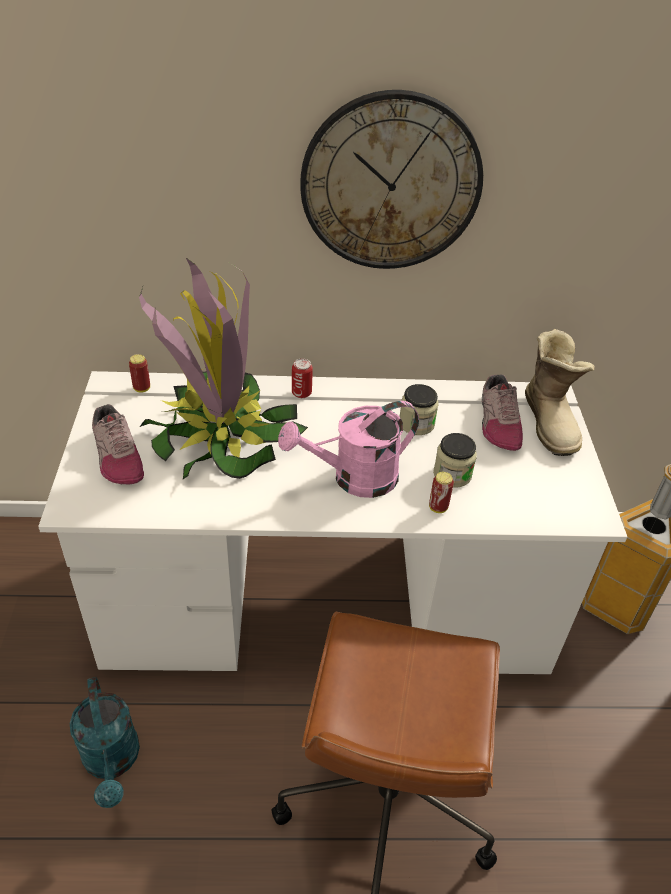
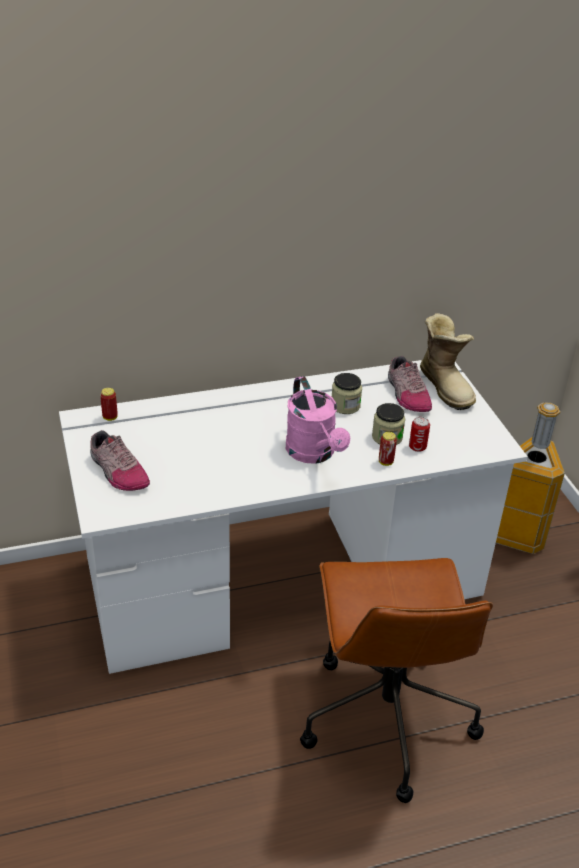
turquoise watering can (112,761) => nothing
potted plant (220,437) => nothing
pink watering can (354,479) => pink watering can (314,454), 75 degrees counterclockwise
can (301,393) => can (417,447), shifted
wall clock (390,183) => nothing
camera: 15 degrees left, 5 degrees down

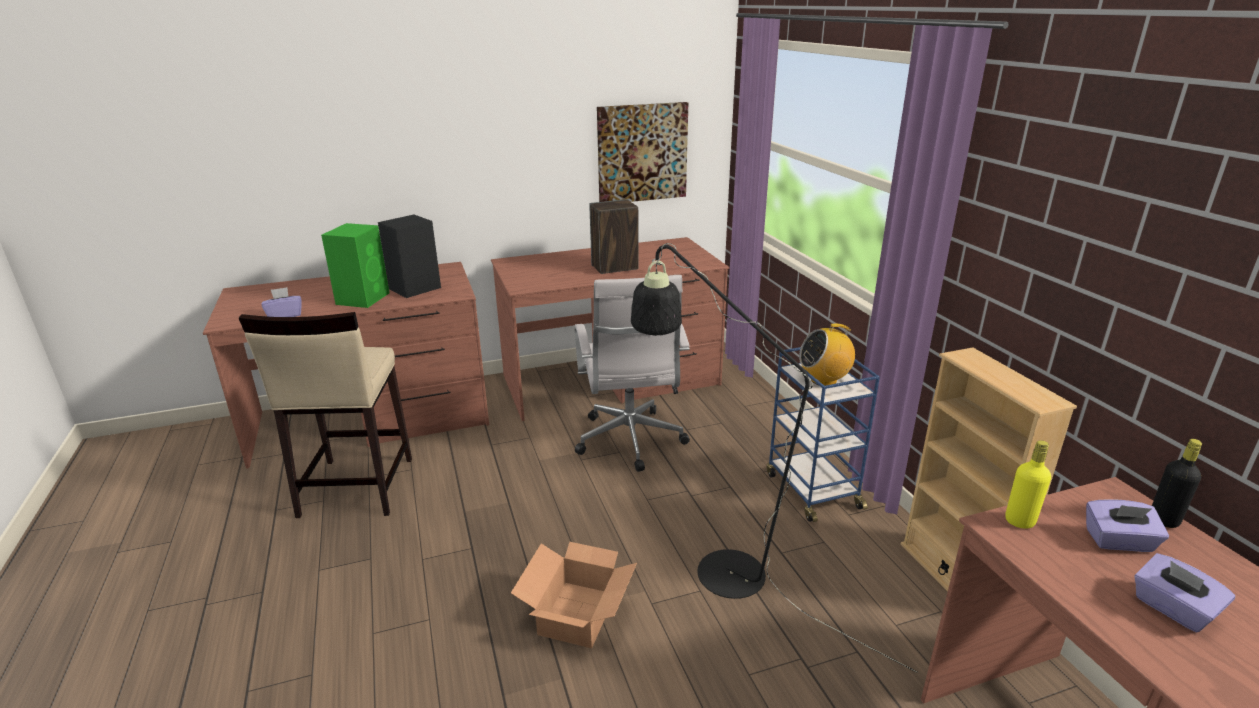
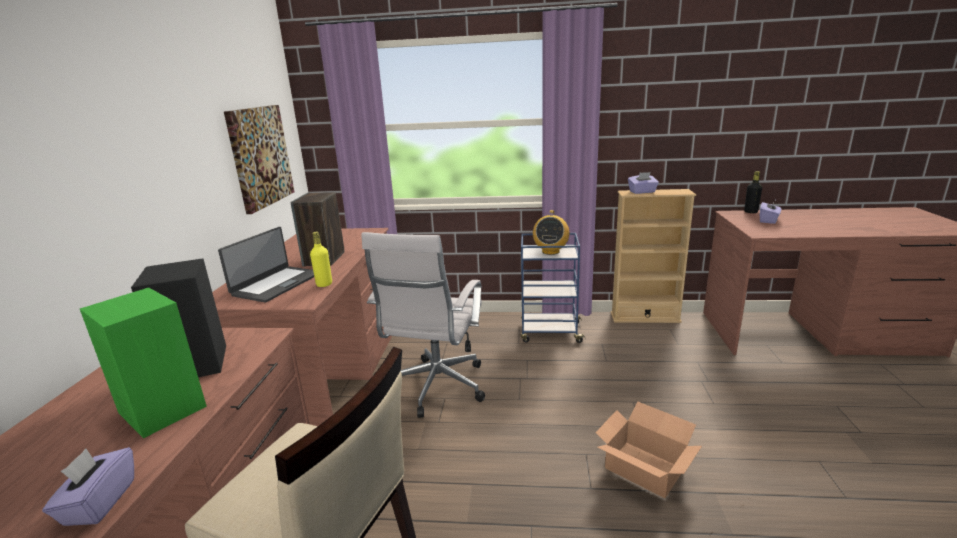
white office chair (630,442) => white office chair (436,389), 90 degrees clockwise
black floor lamp (715,565) => nothing
yellow bottle (1019,521) => yellow bottle (324,284), shifted
purple tissue box (1172,609) => purple tissue box (642,192), shifted
nothing => laptop (276,284)
camera: 65 degrees left, 5 degrees down

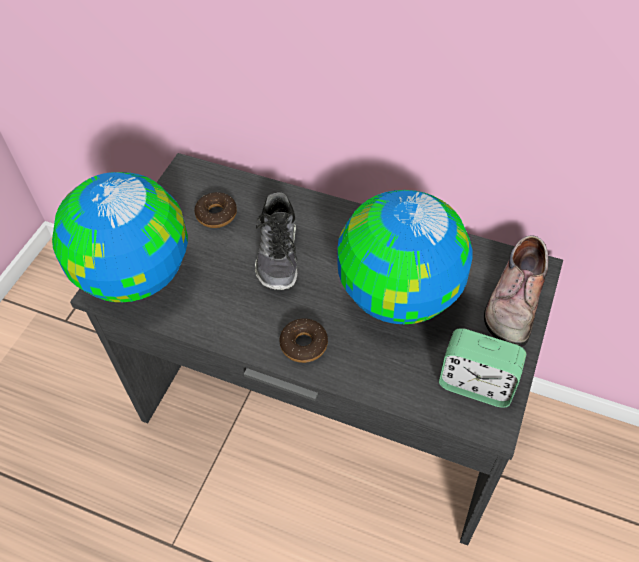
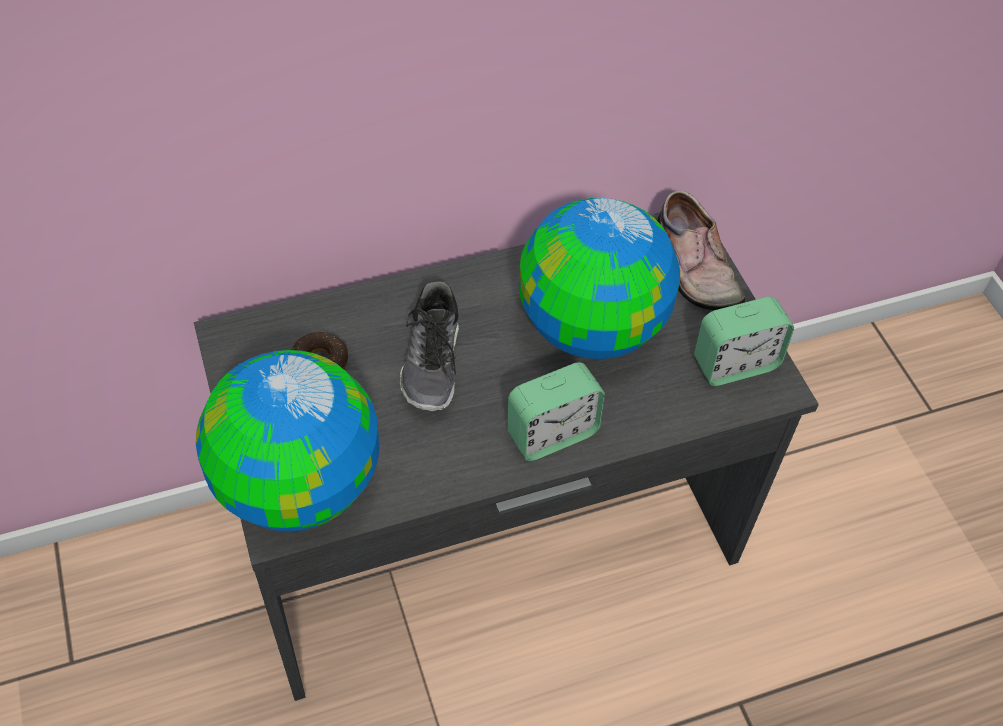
shoe (279,254) => shoe (433,361), 45 degrees clockwise
donut (304,344) => alarm clock (552,433)
camera: 45 degrees left, 0 degrees up

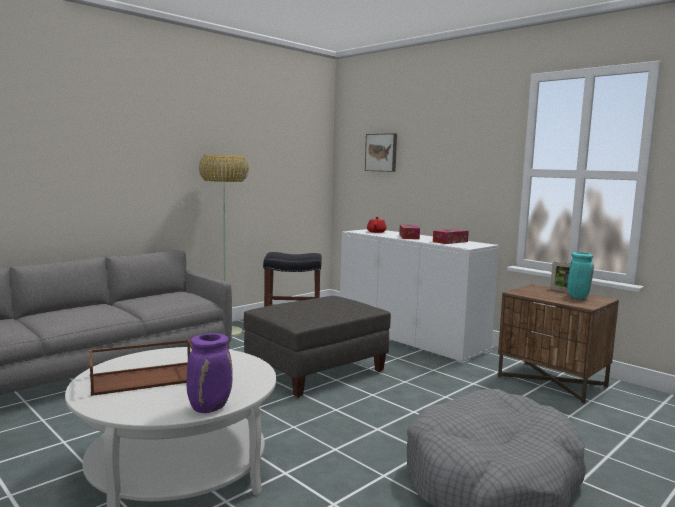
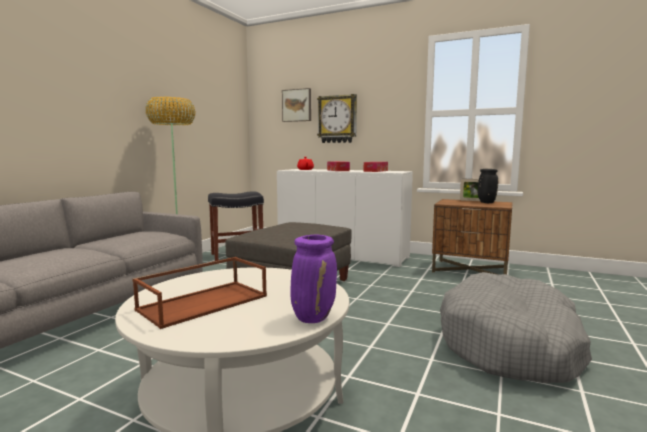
turquoise vase (577,297) => black vase (486,202)
nothing => wall clock (337,119)
camera: 20 degrees left, 0 degrees up

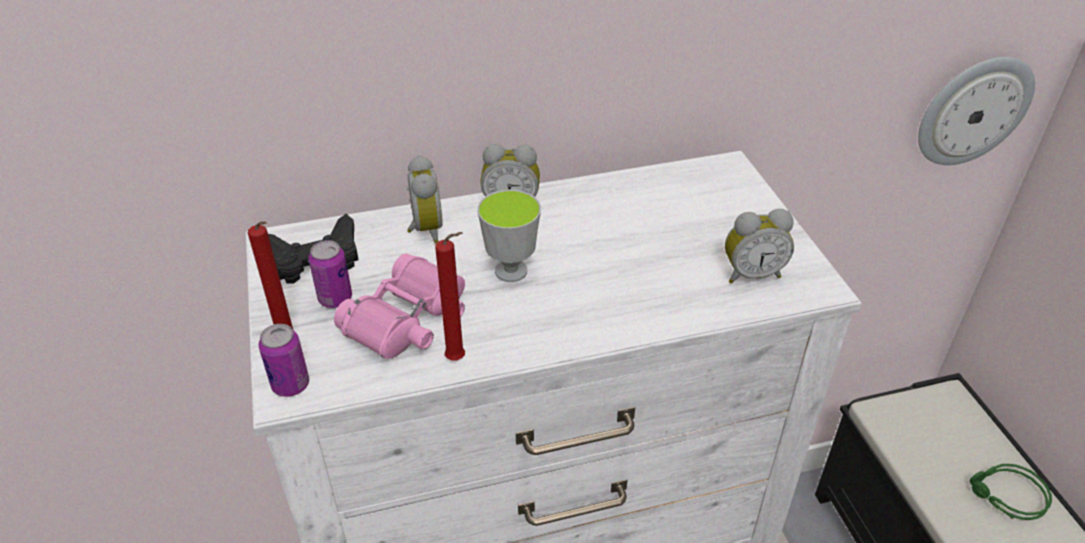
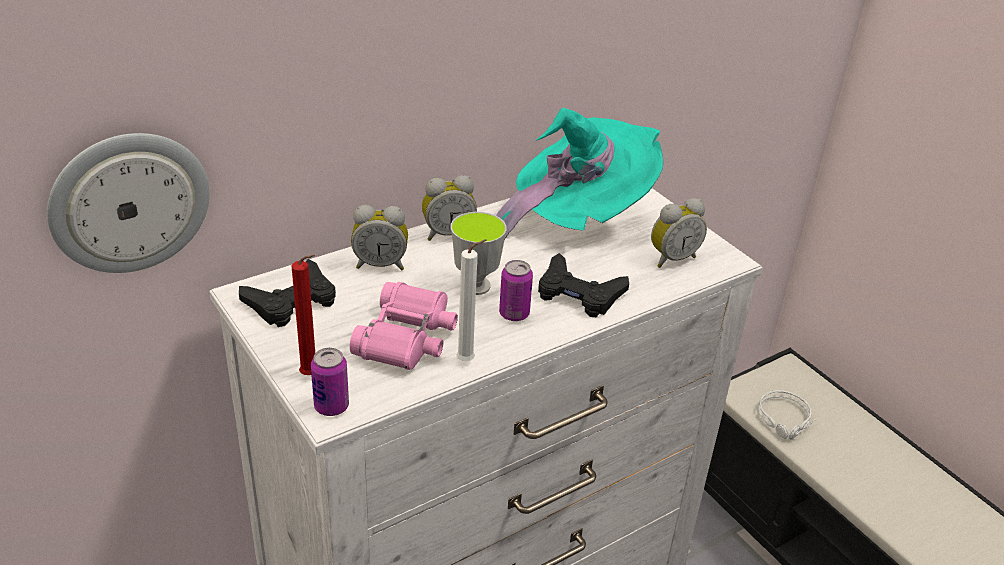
can (335,298) => can (514,314), shifted
alarm clock (424,230) => alarm clock (380,264), 120 degrees clockwise
red candle (458,359) => white candle (468,361)
wall clock (973,110) => wall clock (129,202), shifted
green headphones (1007,496) => nothing
nothing => turquoise hat (576,216)
nothing => black game controller (579,293)
nothing => grey headphones (785,420)
camera: 20 degrees left, 5 degrees down

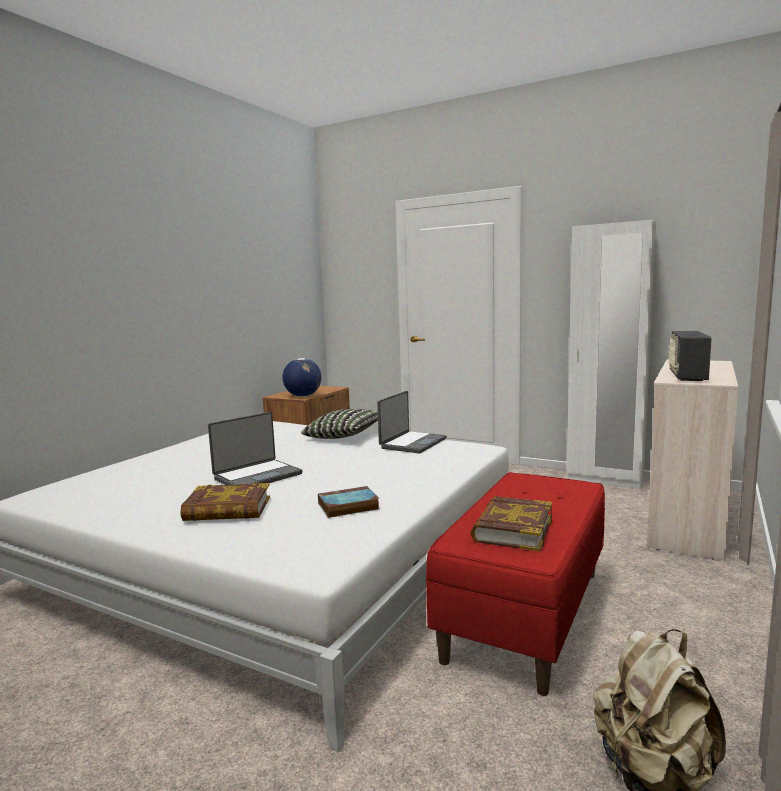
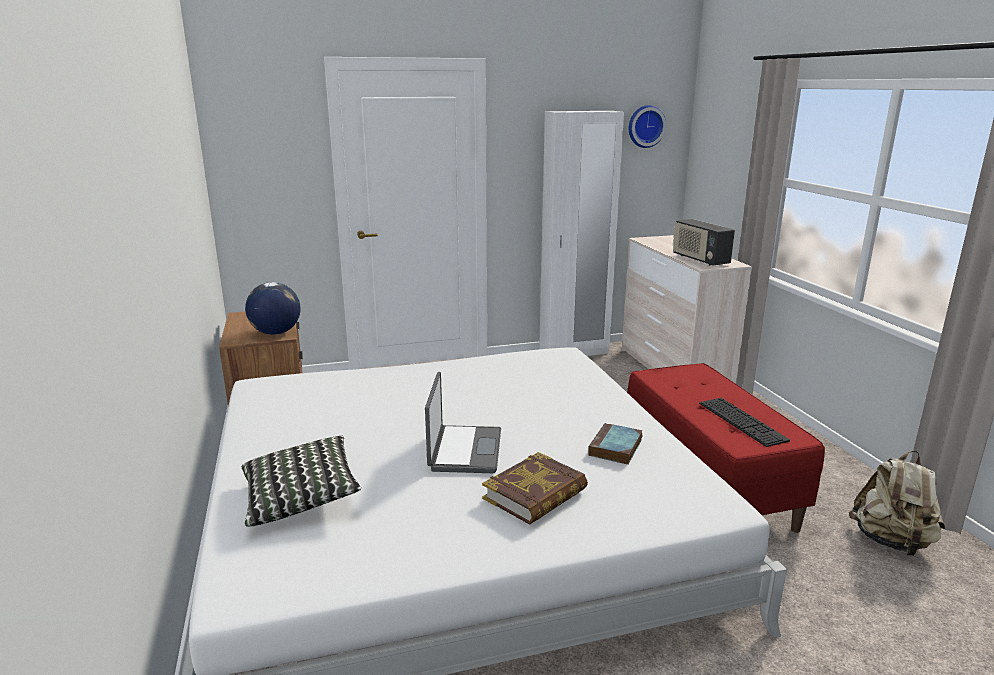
pillow (344,437) => pillow (301,498), shifted
laptop (412,443) => nothing
book (512,529) => keyboard (742,421)
nothing => wall clock (645,126)
camera: 45 degrees left, 10 degrees up

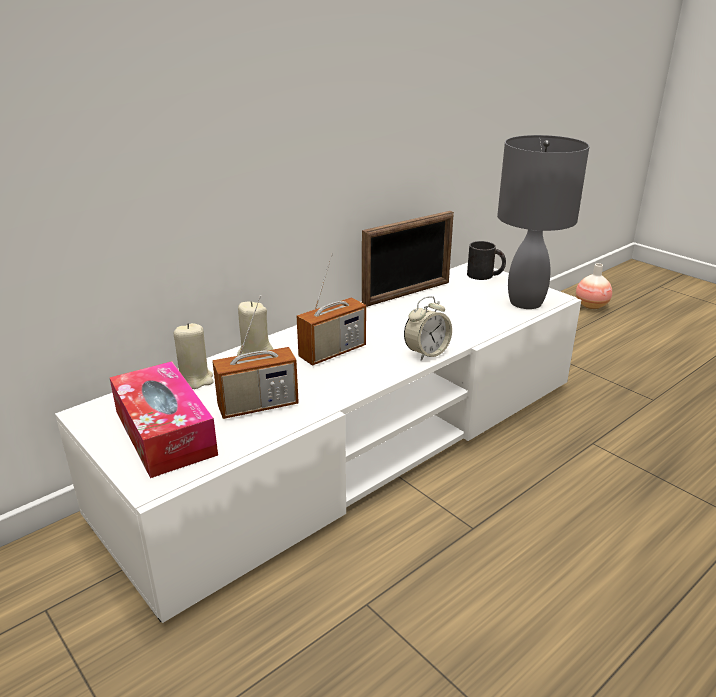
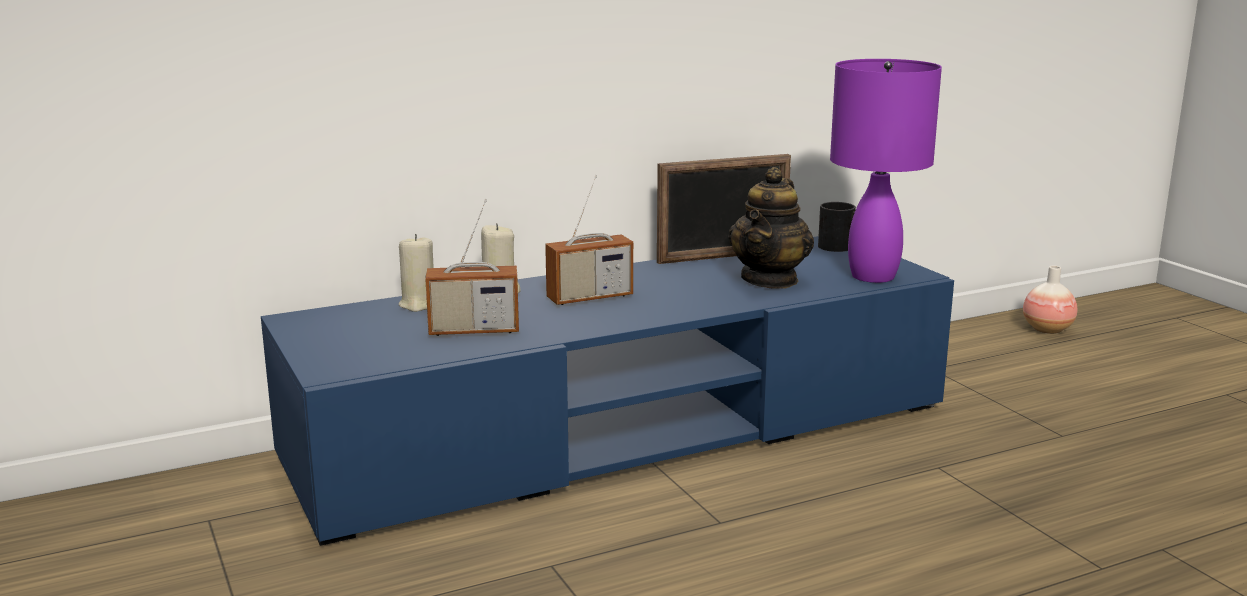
white tv stand (358,444) => blue tv stand (623,432)
tissue box (165,432) => nothing
alarm clock (426,353) => nothing
grey table lamp (526,303) => purple table lamp (873,276)
nothing => teapot (770,280)
camera: 15 degrees right, 10 degrees down

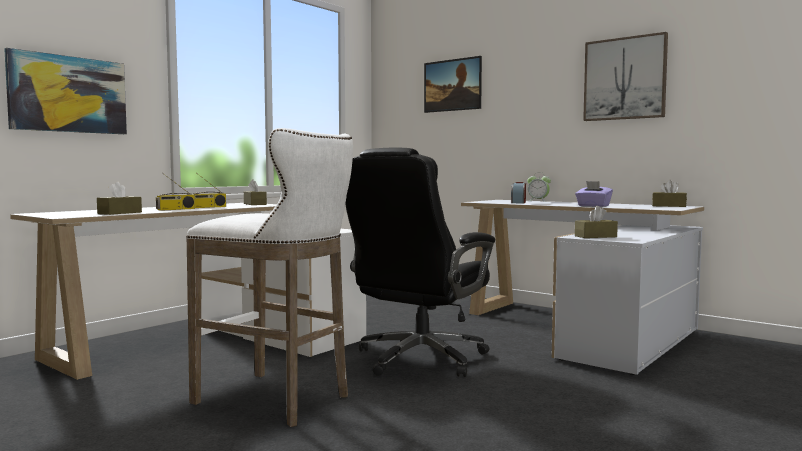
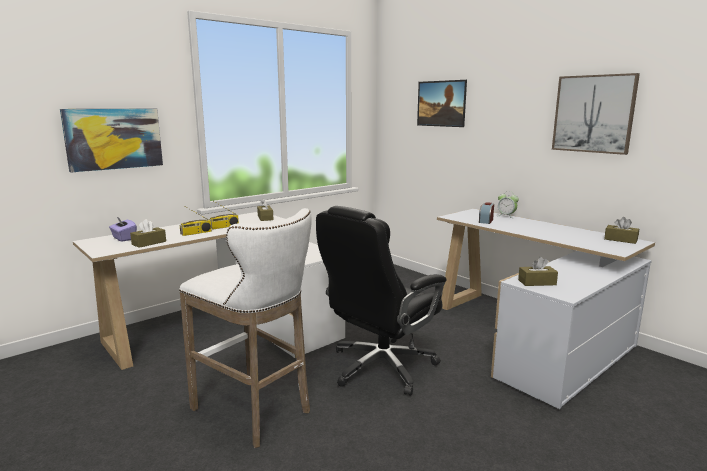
purple tissue box (593,206) => purple tissue box (124,238), shifted
camera: 10 degrees right, 10 degrees up

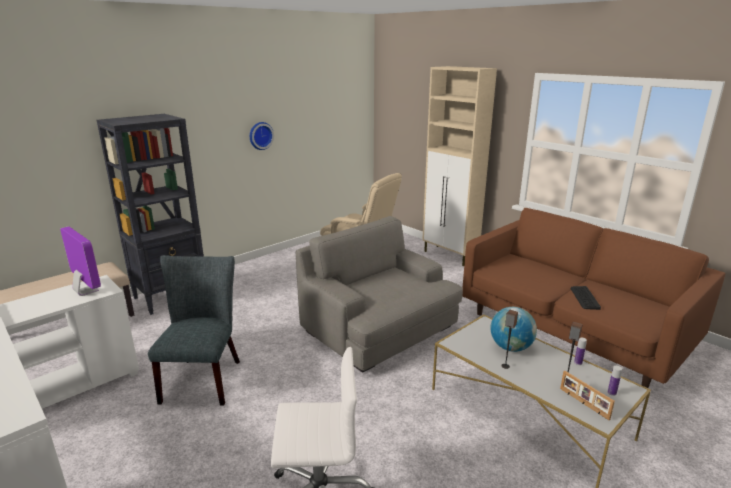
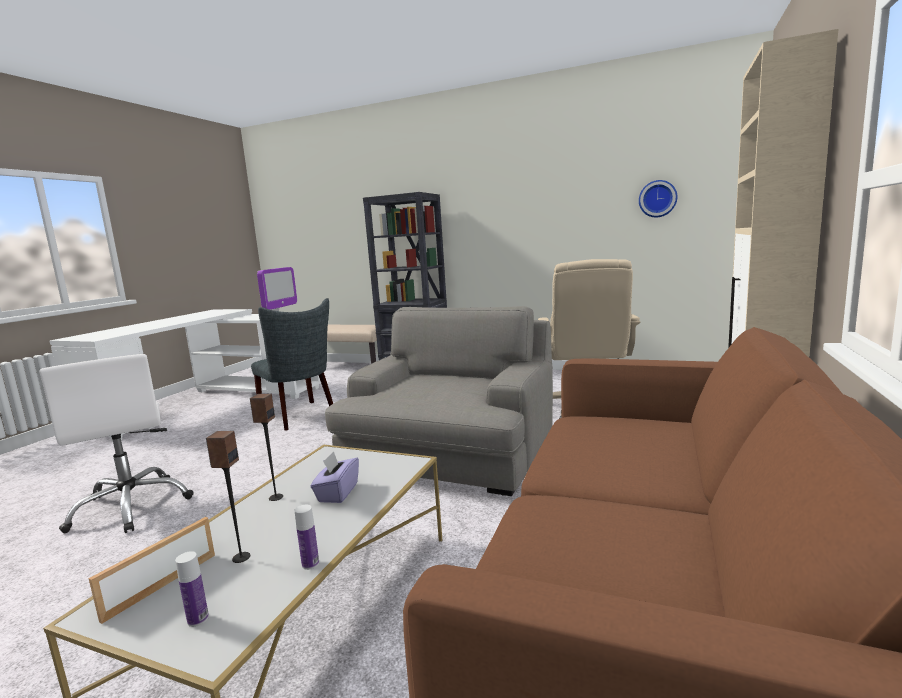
grey chair (204,377) => grey chair (301,416), 75 degrees clockwise
wall clock (260,135) => wall clock (657,199), shifted
globe (511,347) => purple tissue box (337,493)
keyboard (584,298) => nothing
camera: 65 degrees right, 10 degrees down

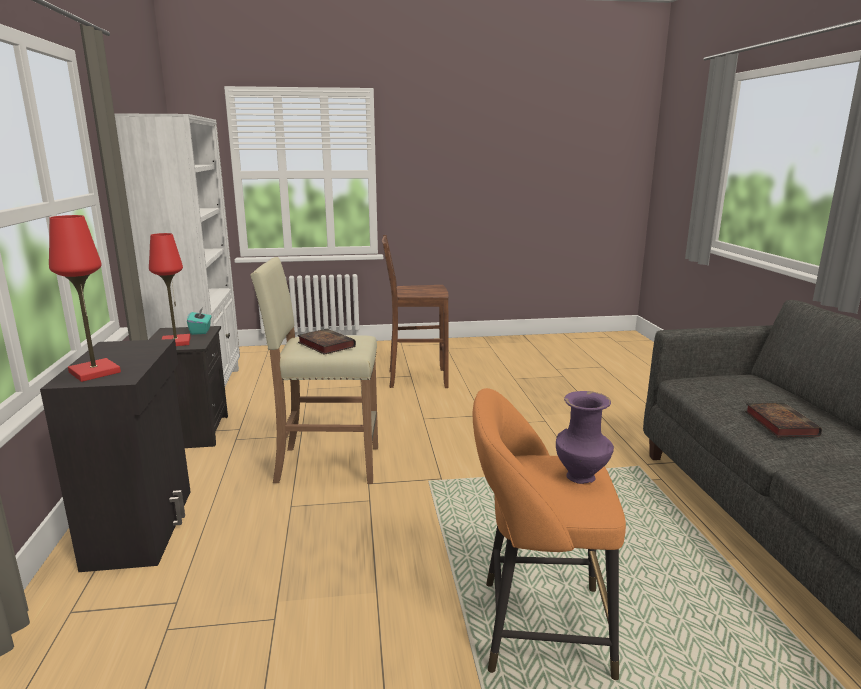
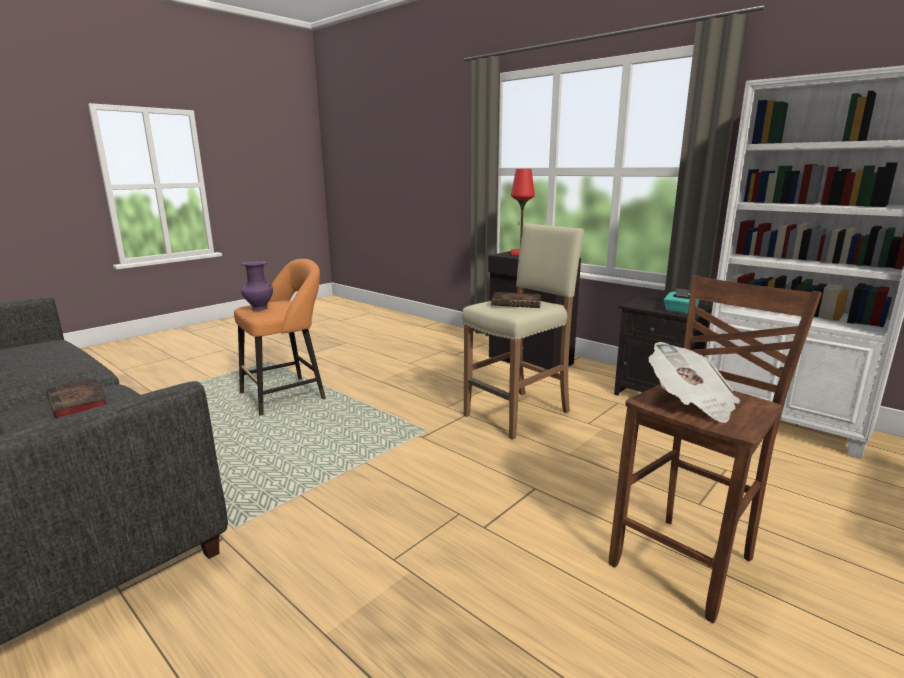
red table lamp (176,342) => nothing
nothing => newspaper (691,403)
camera: 140 degrees right, 0 degrees up

